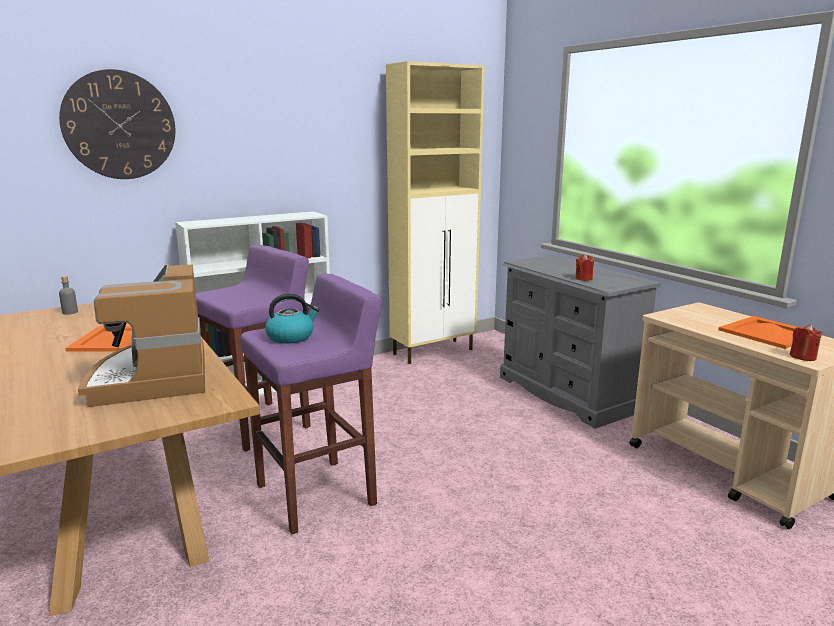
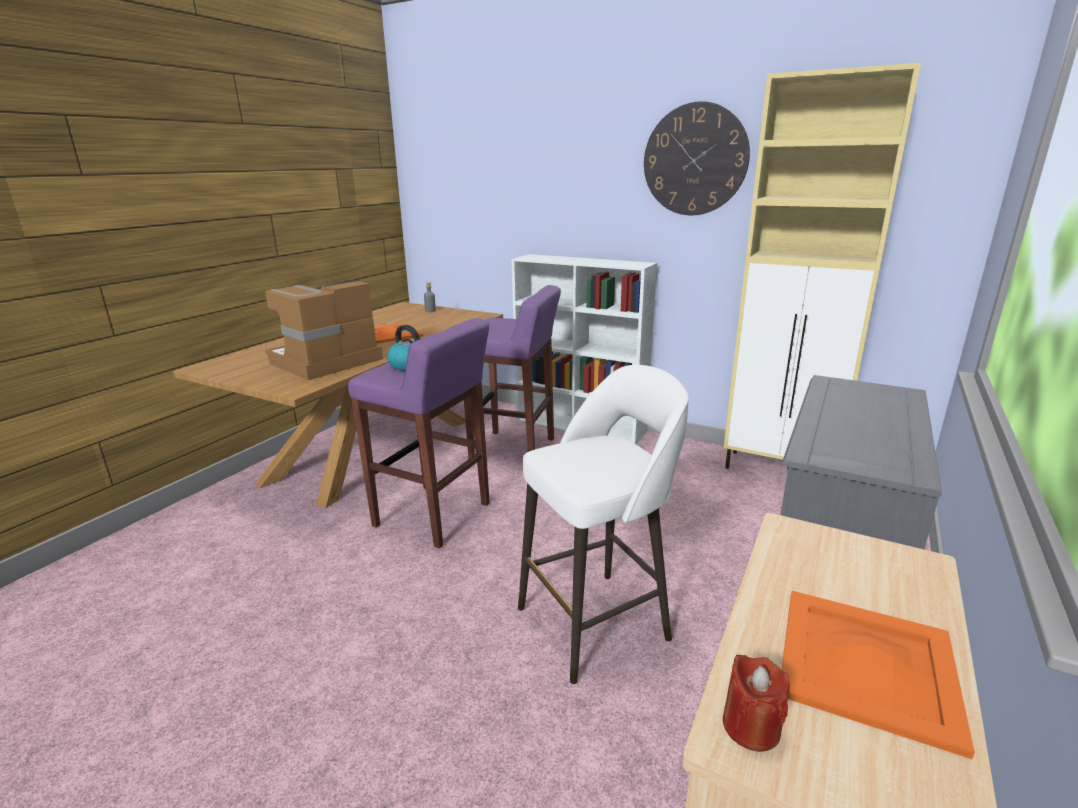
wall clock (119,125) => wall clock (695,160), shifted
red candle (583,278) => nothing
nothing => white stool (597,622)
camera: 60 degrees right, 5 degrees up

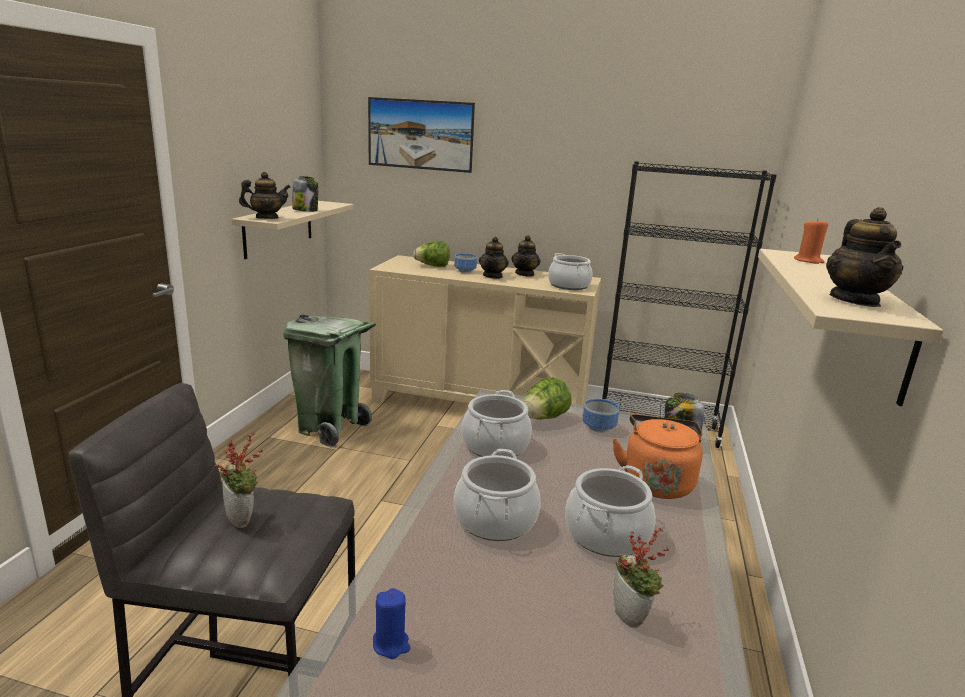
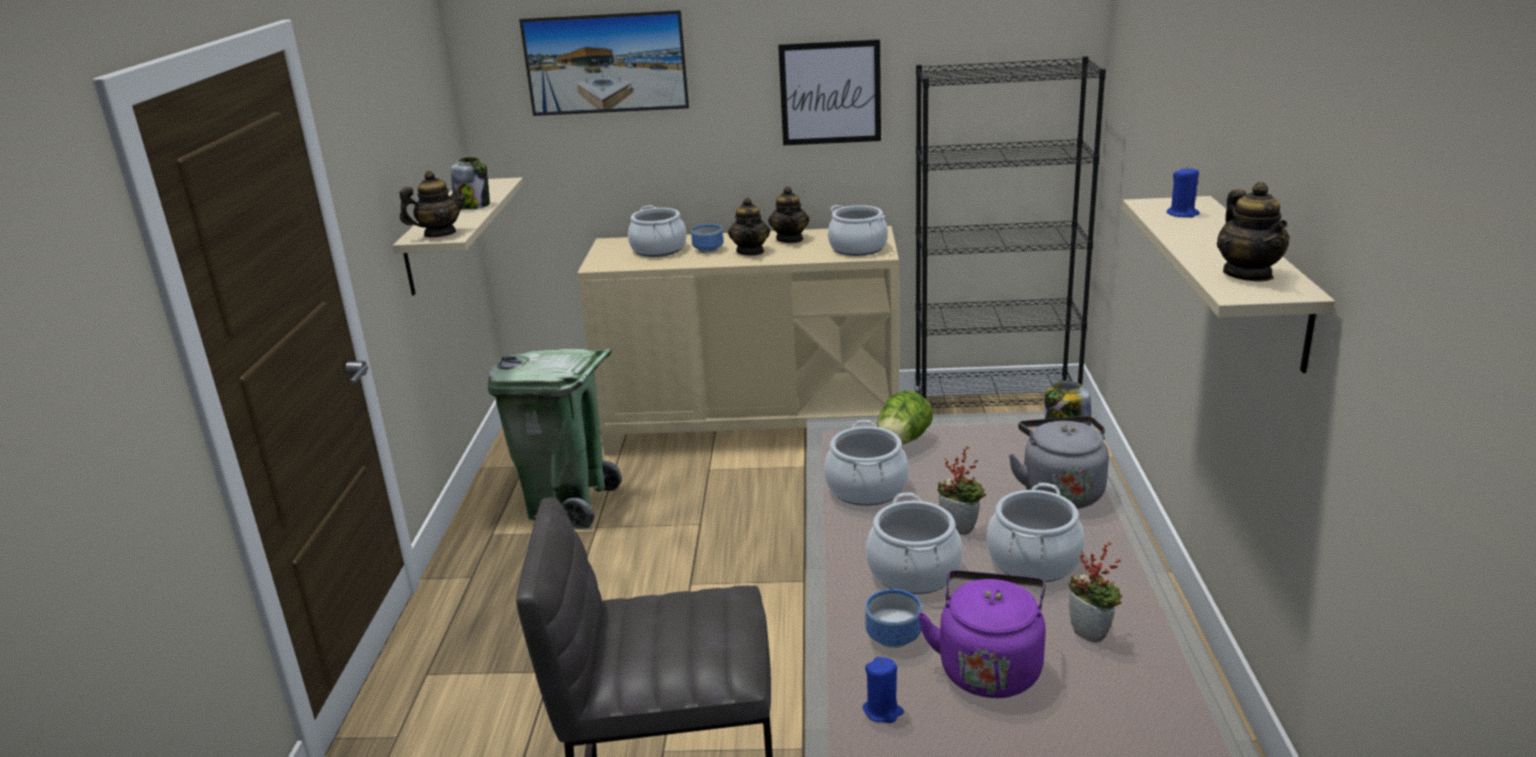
potted plant (244,520) => potted plant (961,528), shifted
lettuce (432,266) => cooking pot (659,249)
bowl (597,427) => bowl (891,637), shifted
orange kettle (656,481) => grey kettle (1060,491)
orange candle (808,261) => blue candle (1182,214)
nothing => picture (830,93)
nothing => purple kettle (989,667)
camera: 10 degrees left, 5 degrees up

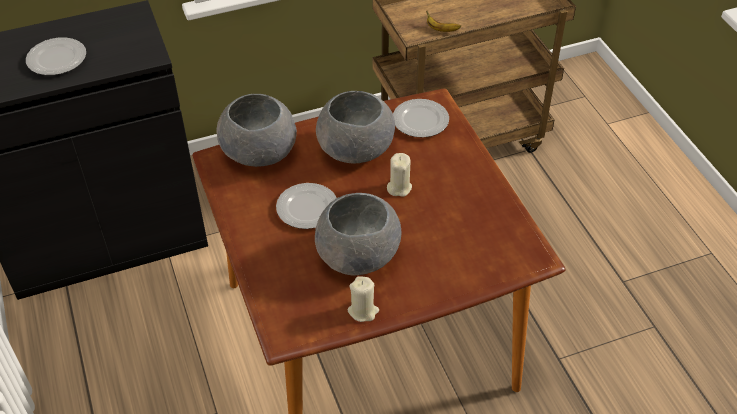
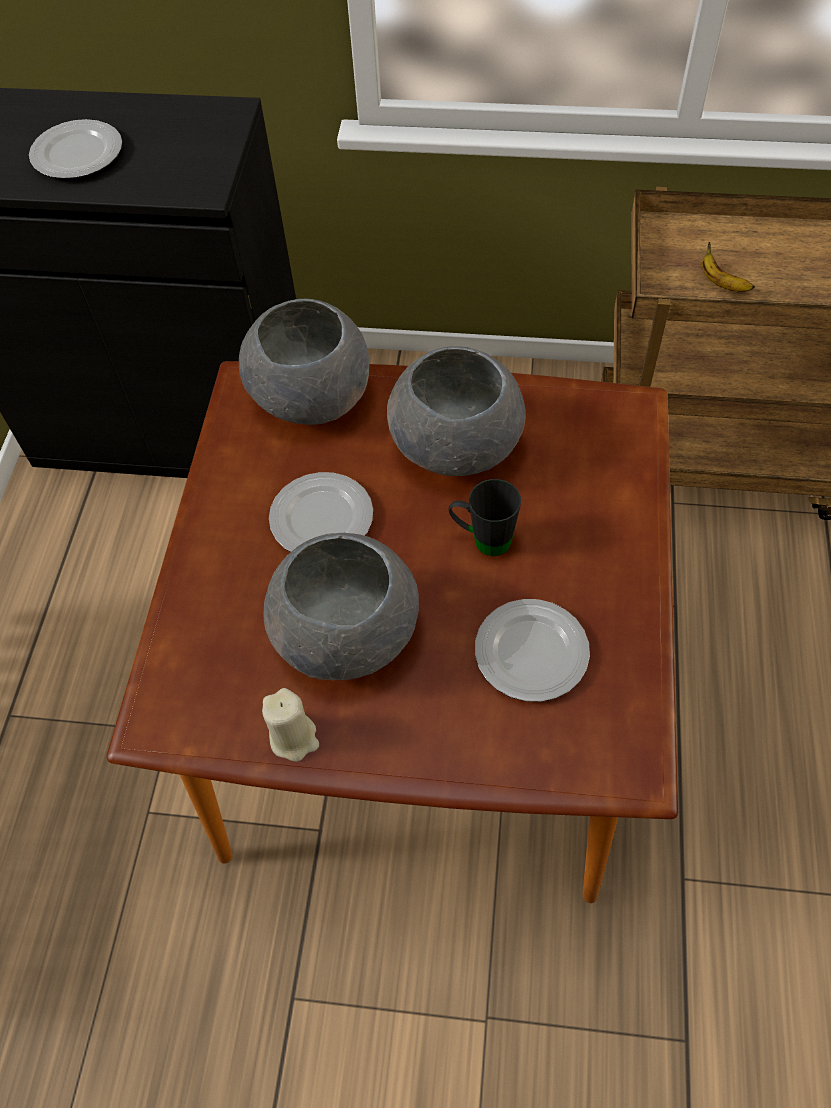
beige candle (399,187) => black mug (482,539)
plate (420,120) => plate (531,651), shifted
camera: 30 degrees right, 10 degrees up

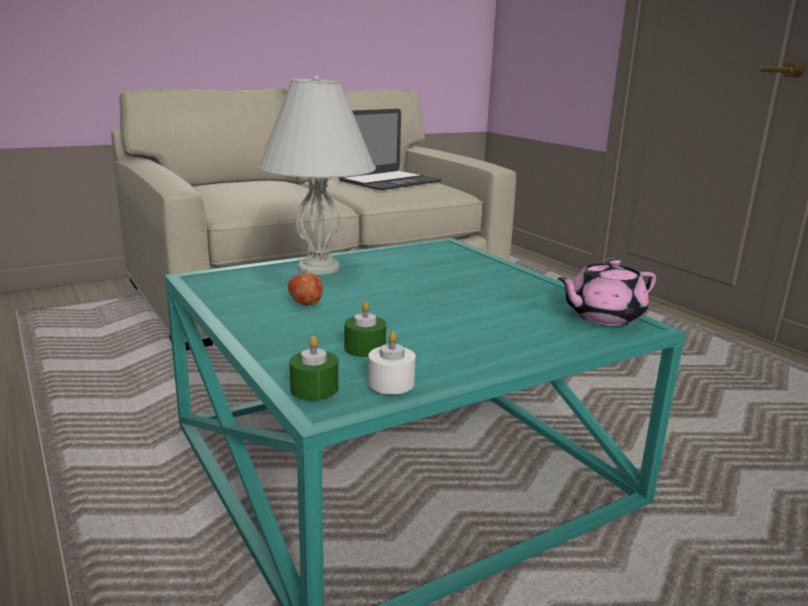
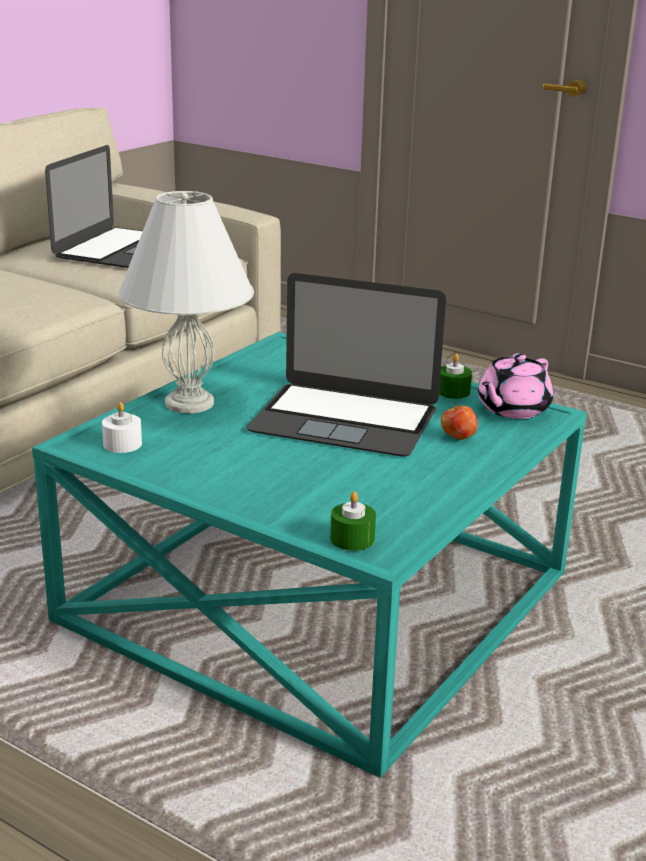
apple (305,304) => apple (457,438), shifted
green candle (365,348) => green candle (453,391), shifted
white candle (391,383) => white candle (122,444), shifted
nothing => laptop (344,419)
camera: 25 degrees left, 5 degrees up

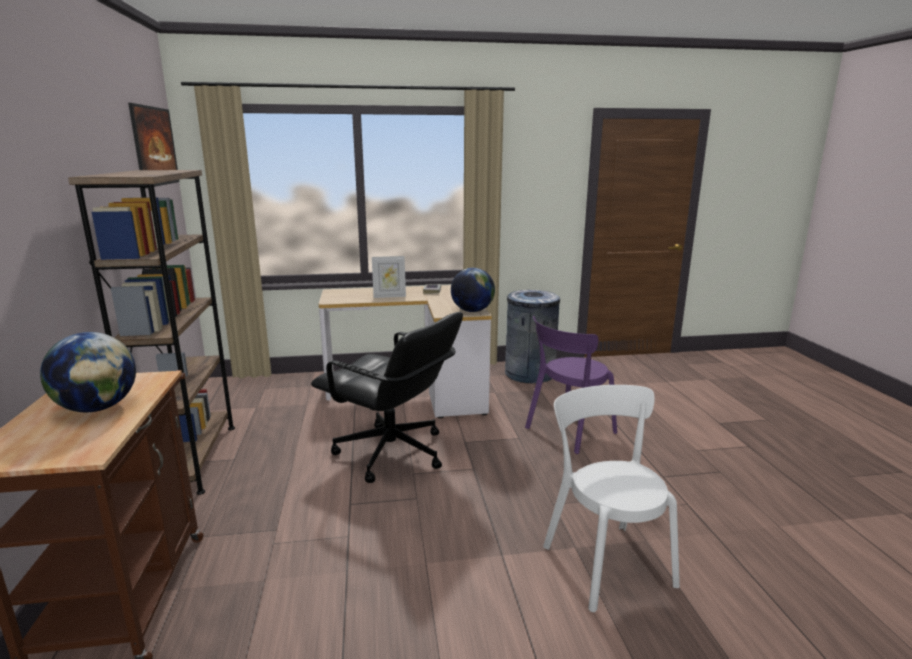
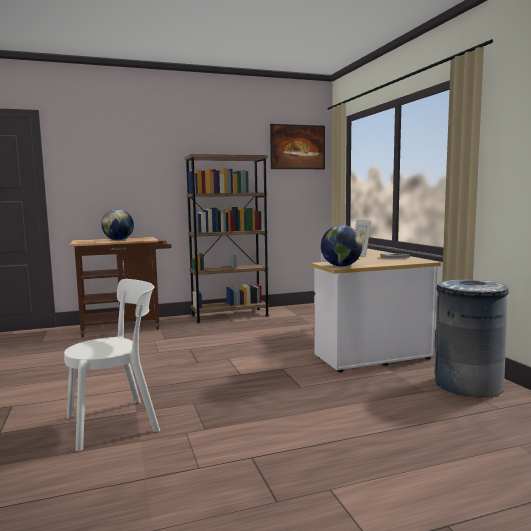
black office chair (392,453) => nothing
purple chair (567,431) => nothing
camera: 80 degrees right, 10 degrees down

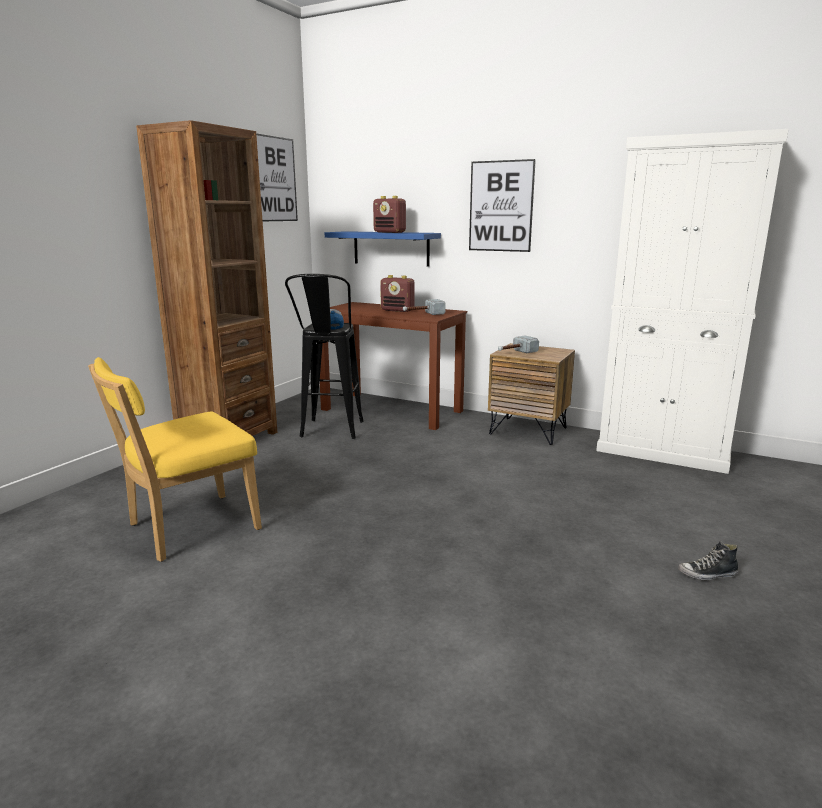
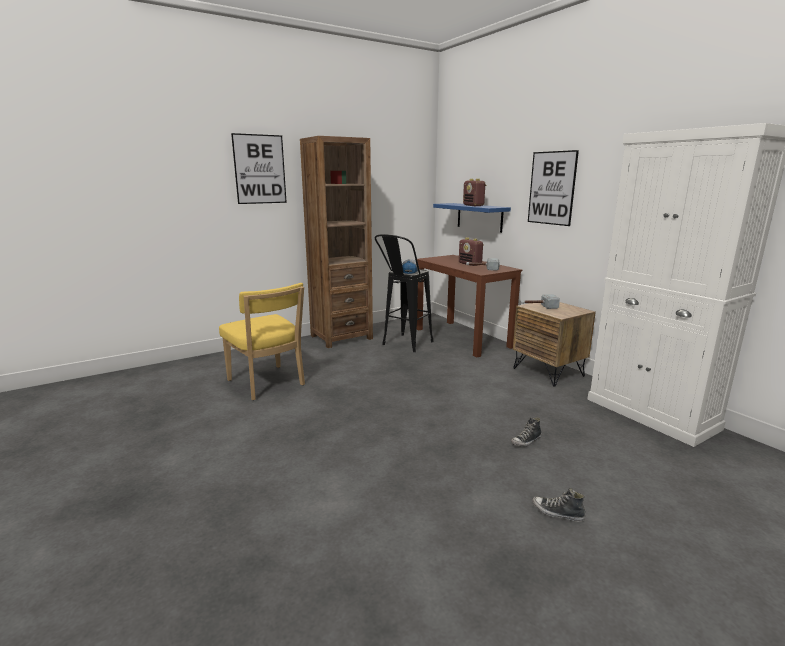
yellow chair (188,528) => yellow chair (267,384), 120 degrees counterclockwise
picture (275,179) => picture (259,169), shifted
nothing => shoe (526,441)
camera: 30 degrees right, 0 degrees up

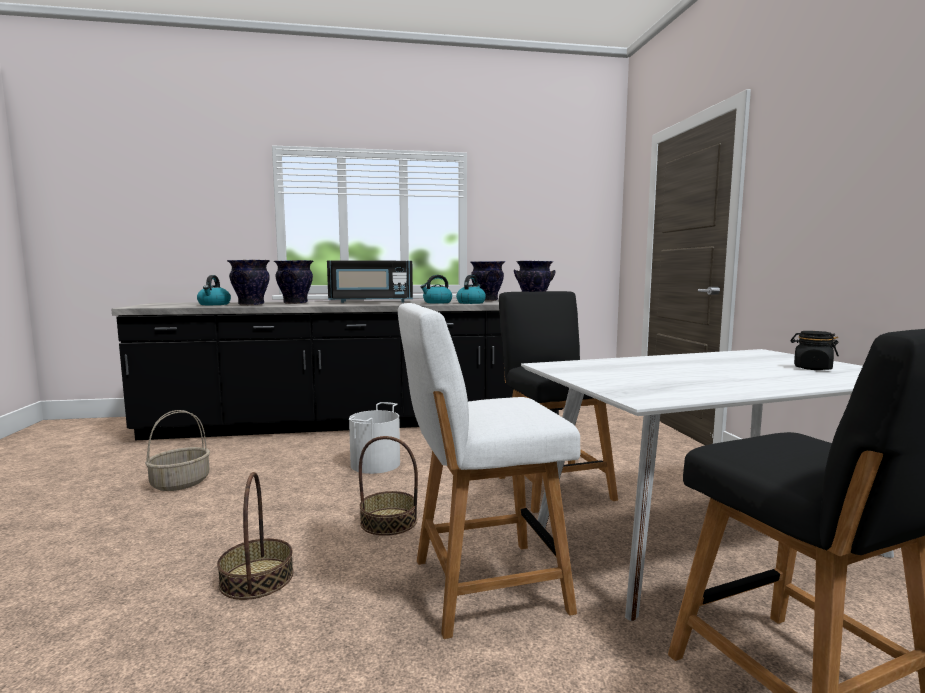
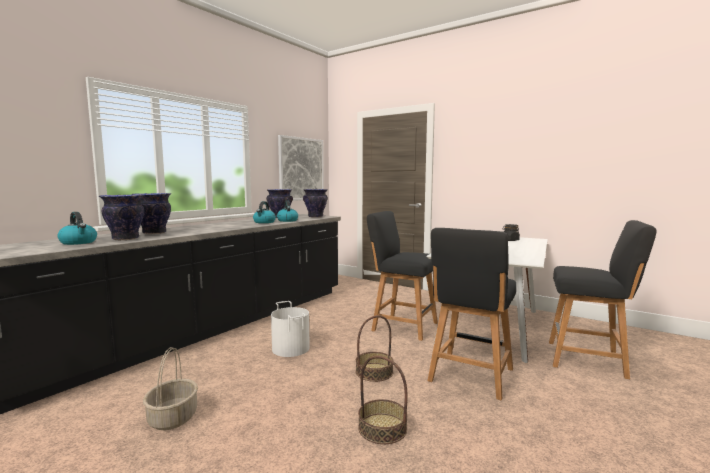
black microwave (371,302) => nothing
white chair (481,586) => black chair (470,377)
nothing => picture (301,169)
camera: 45 degrees left, 0 degrees up

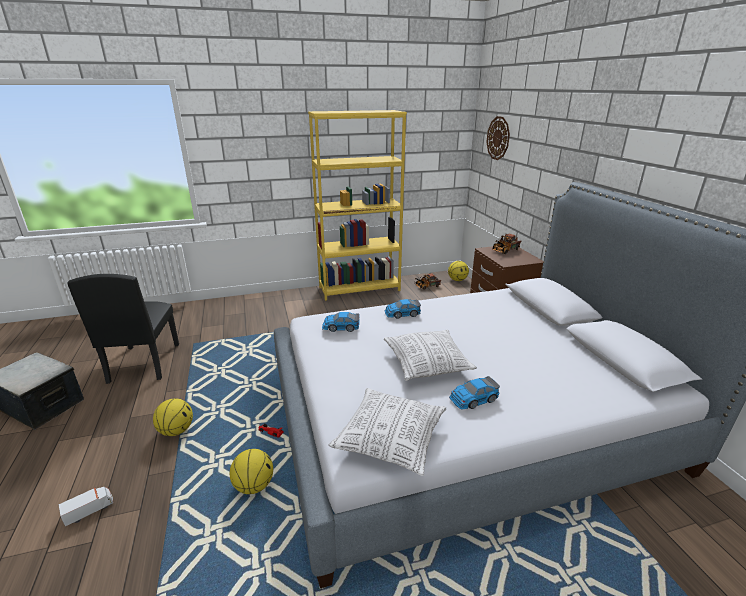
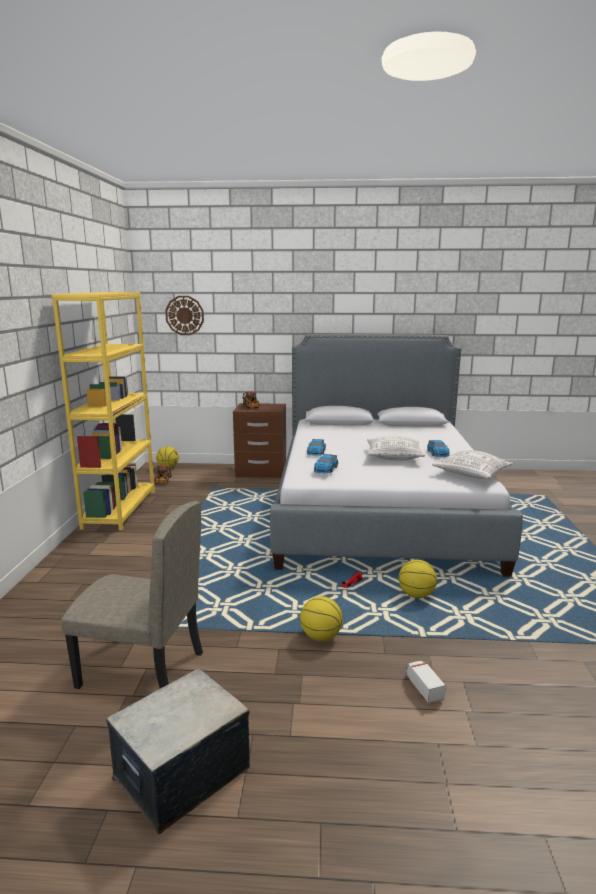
black chair (144,363) => beige chair (141,670)
camera: 70 degrees left, 10 degrees down

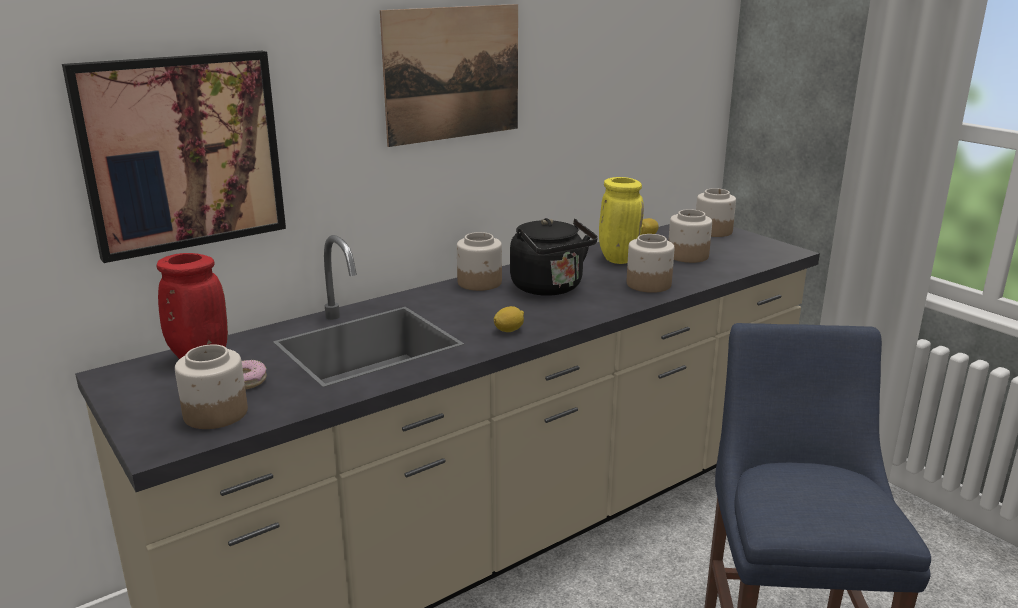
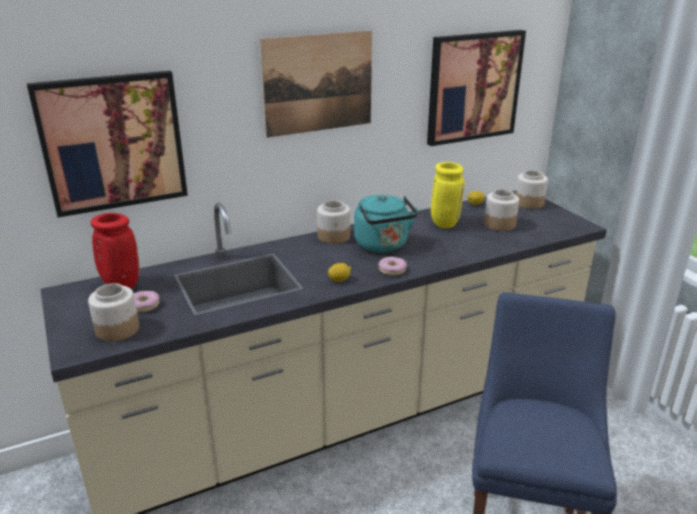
black kettle (550,288) => turquoise kettle (383,246)
jar (648,284) => nothing
nothing => donut (392,270)
nothing => picture (473,87)
camera: 10 degrees right, 5 degrees up

